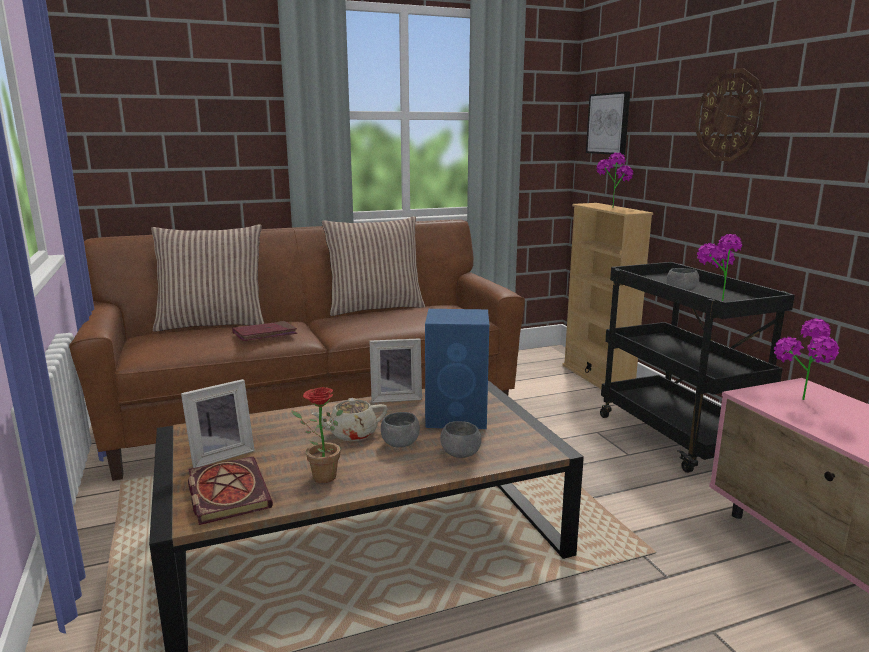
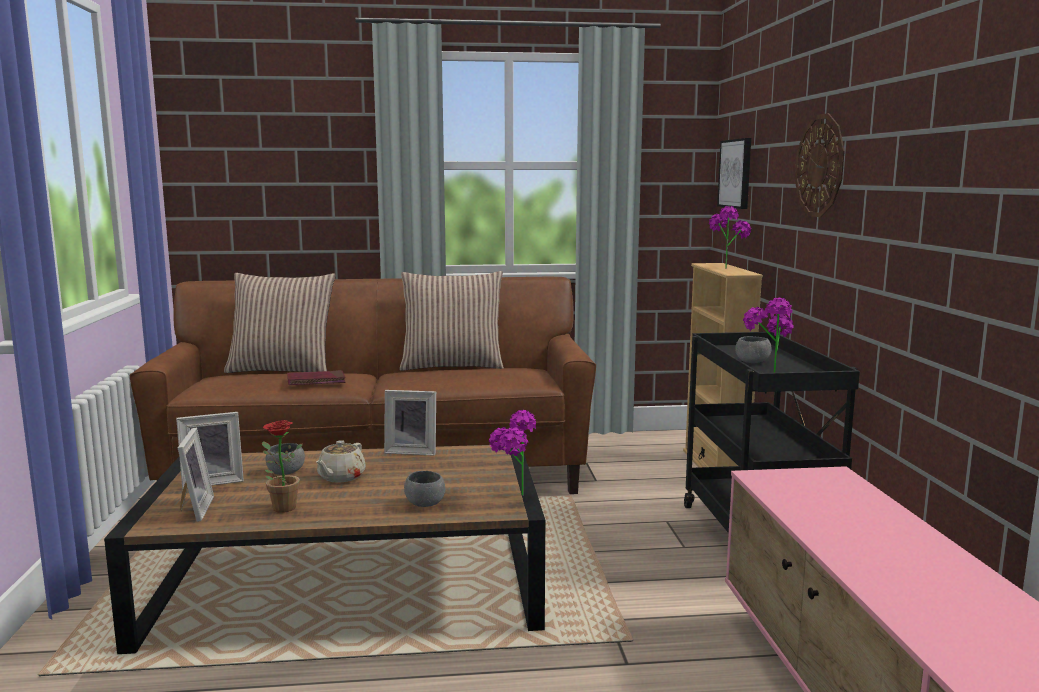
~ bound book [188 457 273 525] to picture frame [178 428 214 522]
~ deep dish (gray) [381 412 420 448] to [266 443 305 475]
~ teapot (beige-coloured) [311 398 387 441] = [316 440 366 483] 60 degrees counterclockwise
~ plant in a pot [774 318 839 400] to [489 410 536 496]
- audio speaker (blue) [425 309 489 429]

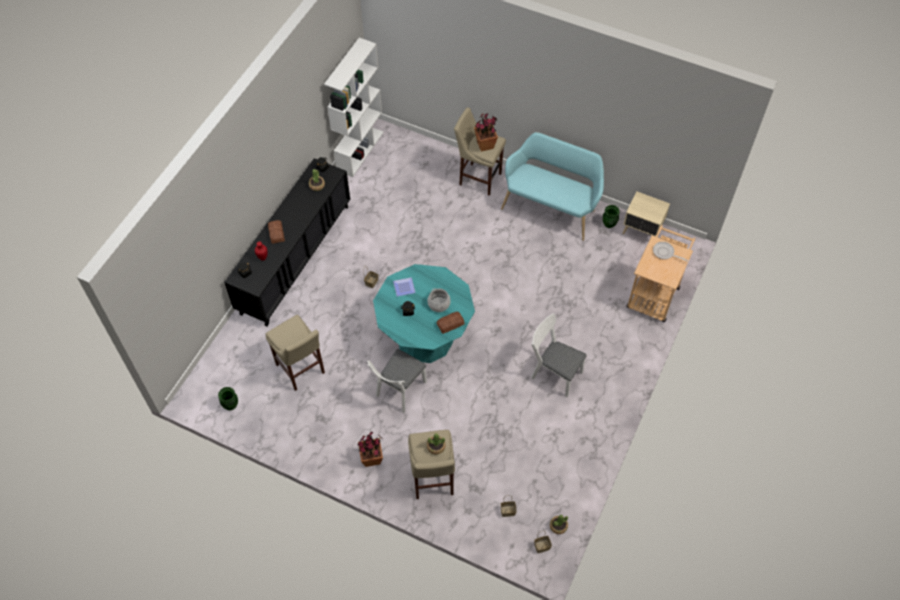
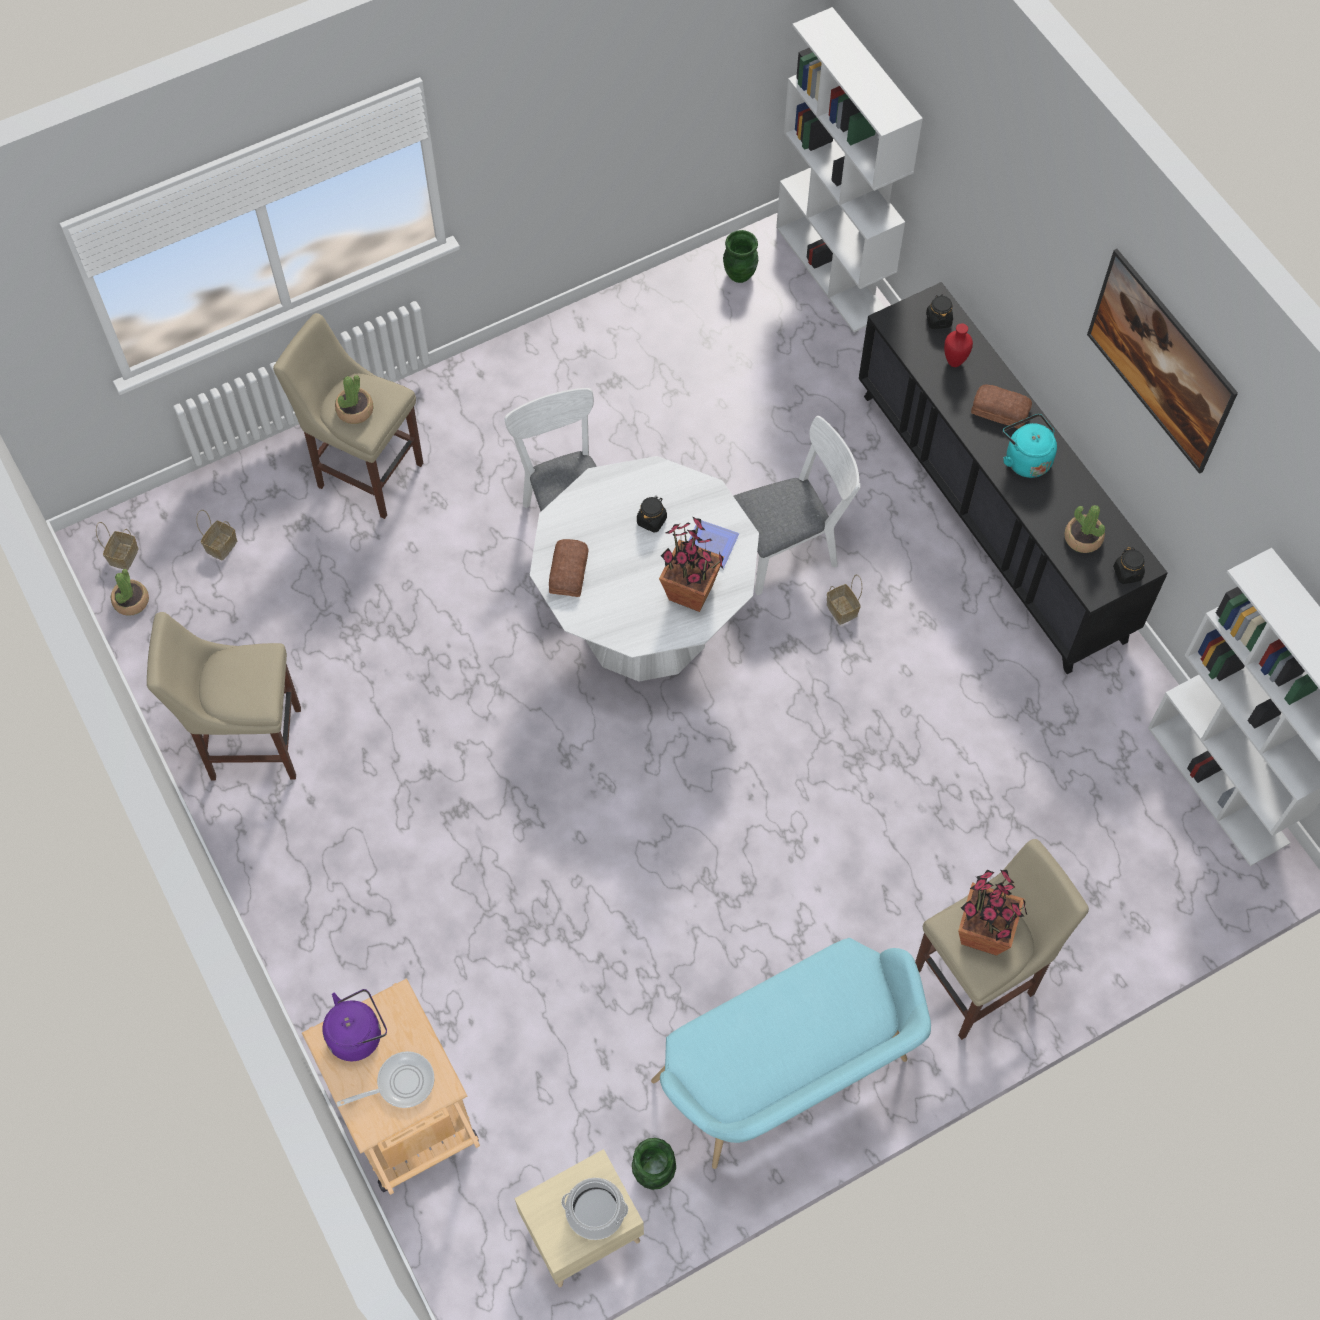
~ stool seat (beige-coloured) [266 315 325 391] to [147 612 301 781]
+ water kettle (purple-coloured) [322 989 387 1061]
~ dinner table (blue-green) [373 264 475 363] to dinner table (white) [530 456 759 681]
~ cooking pot [428 288 451 312] to [561 1178 628 1240]
~ plant in a pot [357 432 383 467] to [659 517 724 612]
~ upright chair (white) [531 313 587 397] to [734 416 860 595]
+ bookcase (white) [776 7 923 332]
+ water kettle (blue-green) [1003 414 1057 478]
+ picture [1087 249 1238 474]

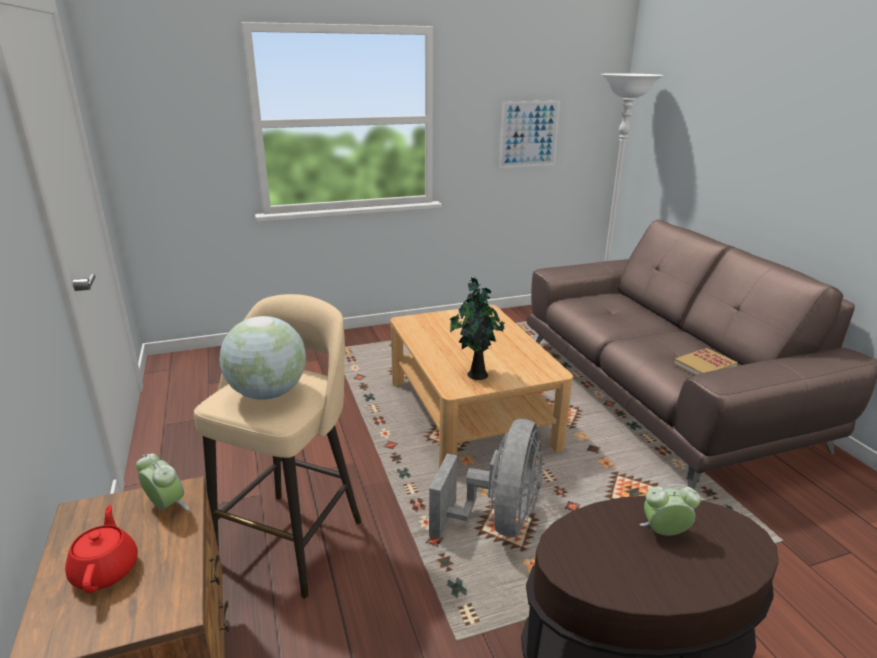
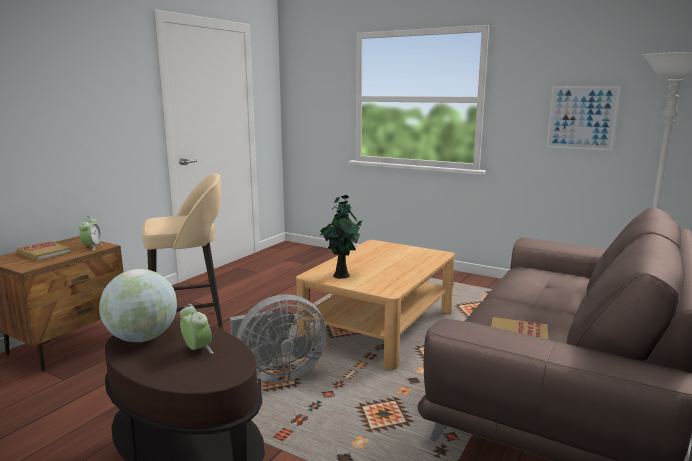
~ teapot (red) [65 505 138 593] to bound book [16 241 70 261]
~ globe [219 316 306 400] to [99 269 177 342]

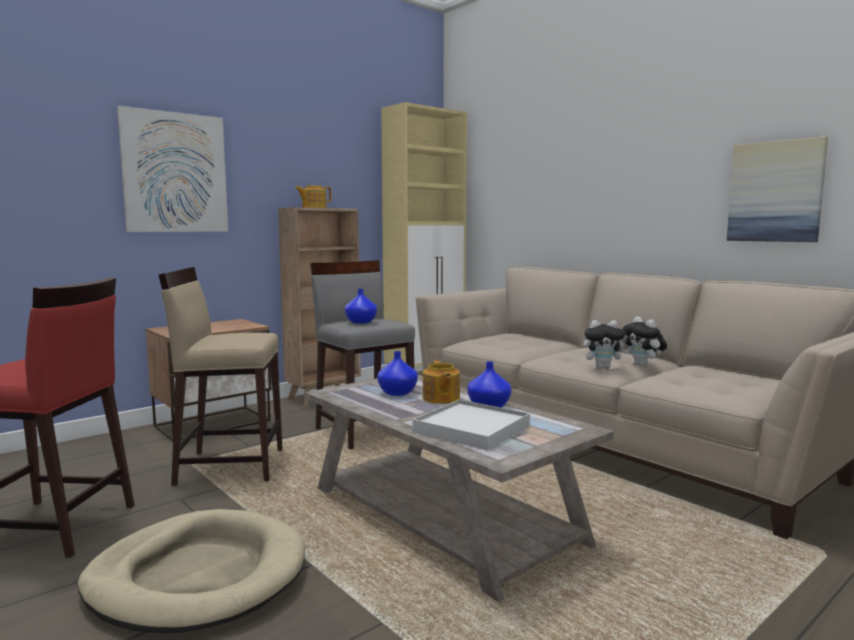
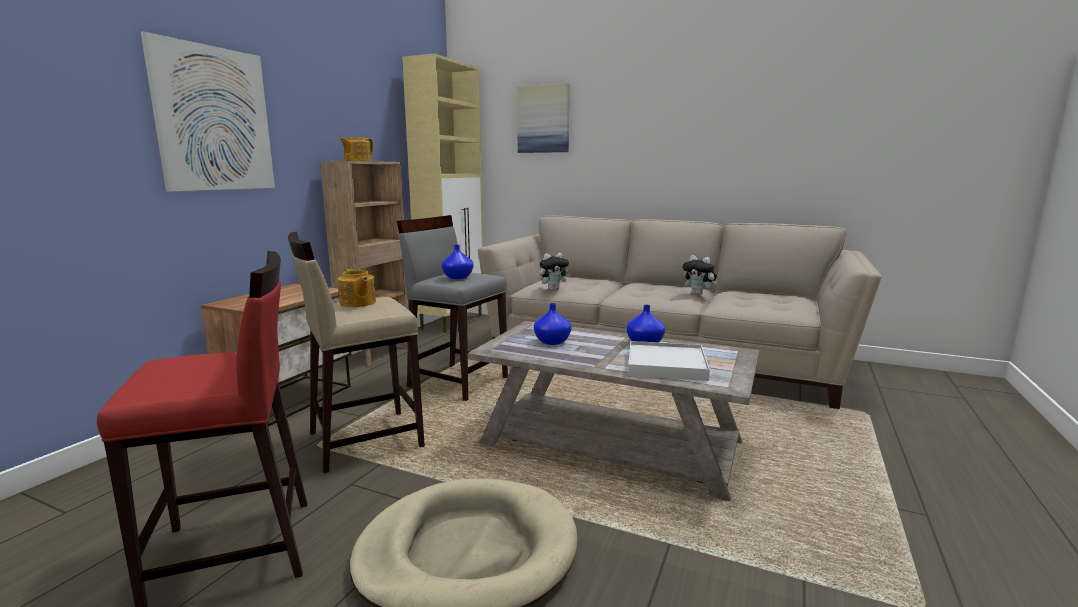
~ teapot [423 360 460 404] to [338 269 376 307]
~ picture [727 136 828 242] to [517 83 569 153]
~ plush toy [583 320 629 369] to [539 253 571 290]

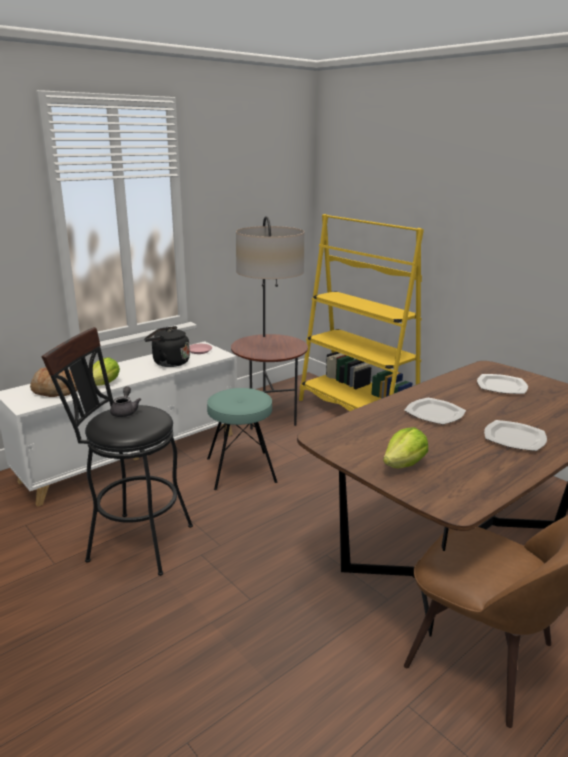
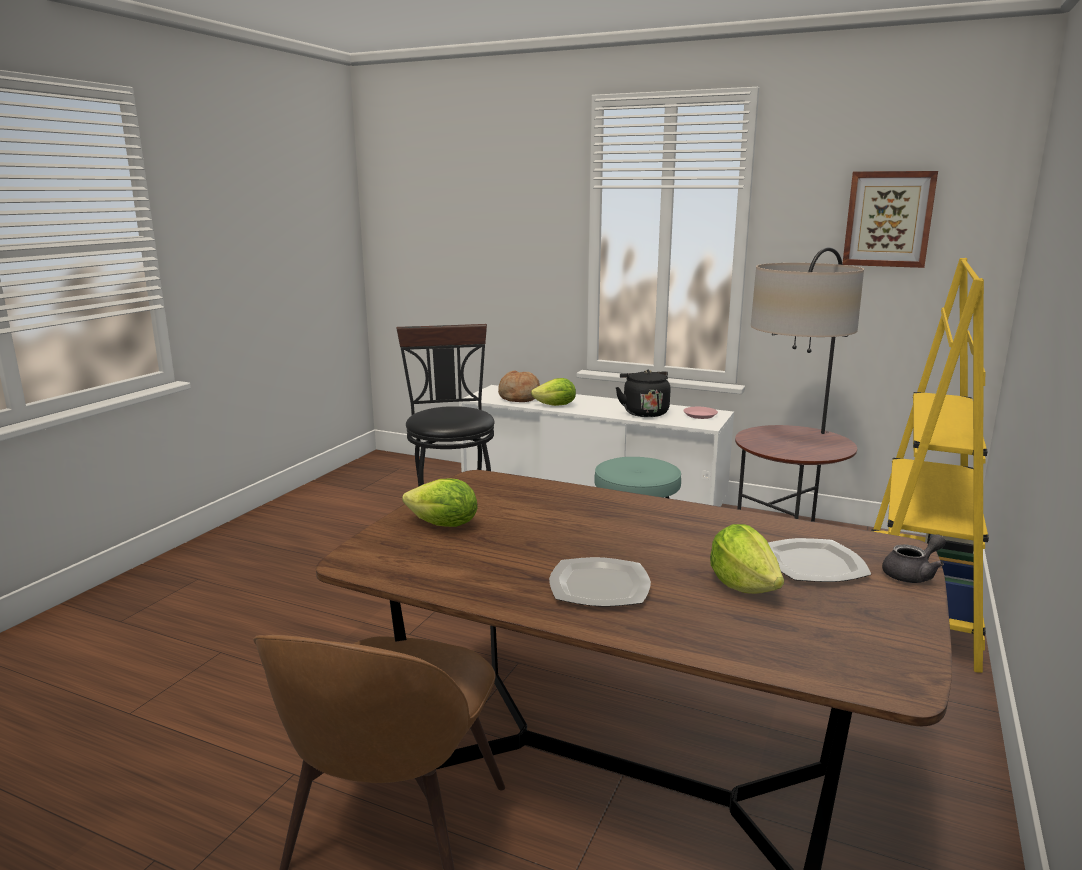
+ lettuce head [710 524 784 594]
+ picture [843 171 938 268]
~ teapot (gray) [110 386 141 417] to [882 534 946 583]
- flat dish [404 398 466 425]

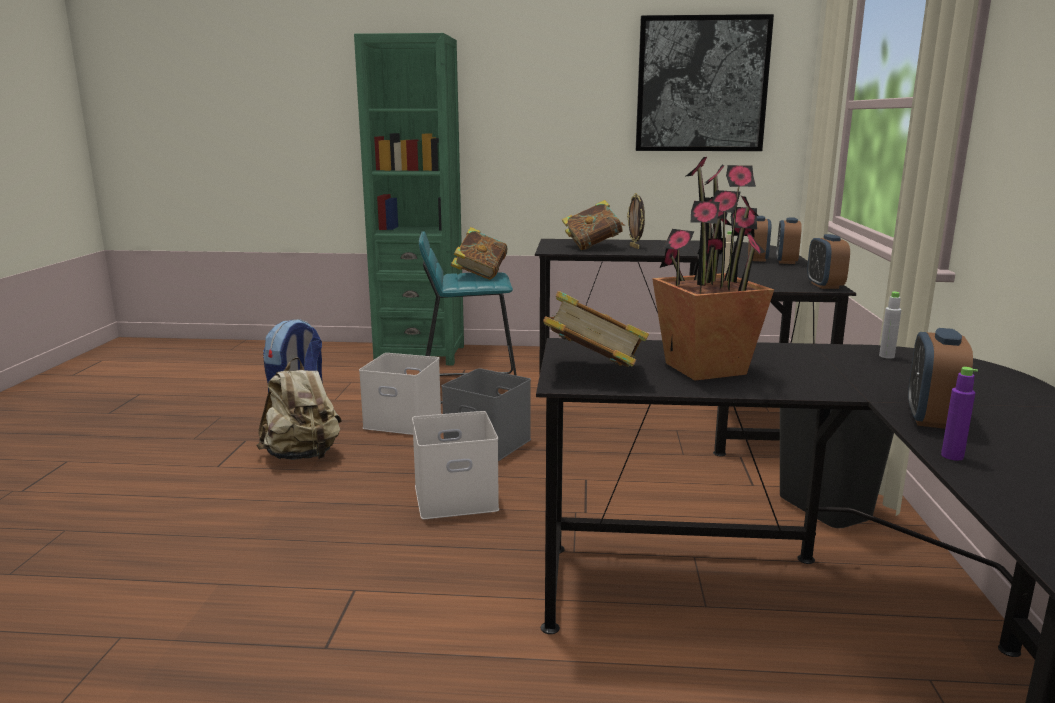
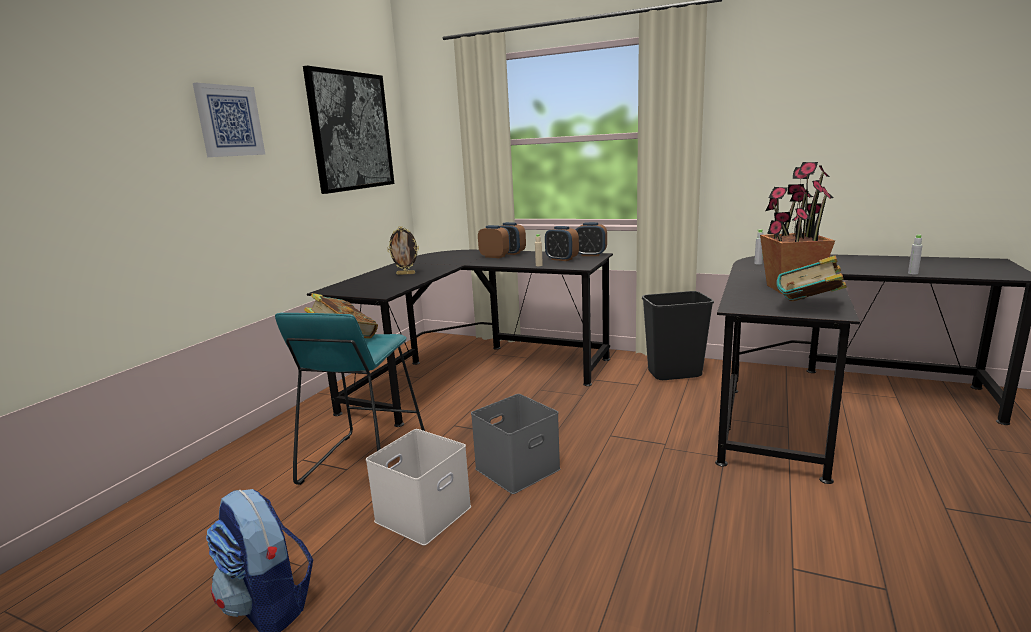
+ picture [193 83 265 157]
~ bedside clock [908 328 973 429] to [545 226 579 261]
~ beverage bottle (purple-coloured) [941 367 978 461] to beverage bottle (gray) [908 235 923 274]
- knapsack (beige-coloured) [256 357 342 460]
- bookcase (greenish) [354 33 464 365]
- storage bin (white) [412 411 499 519]
- bound book [562 200 626 250]

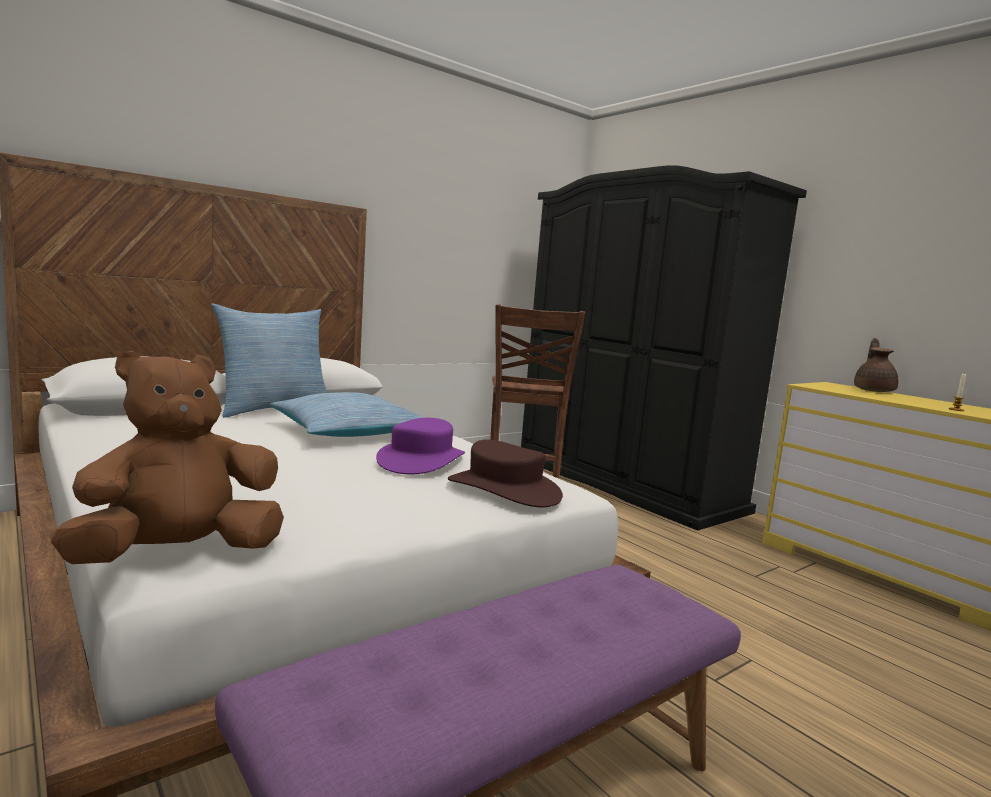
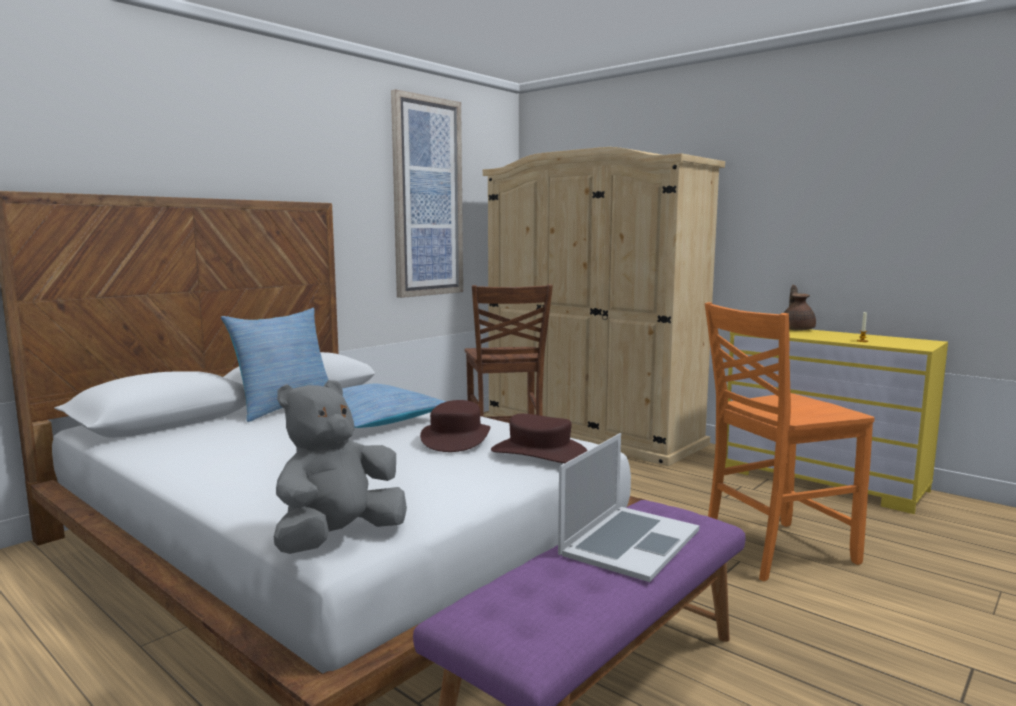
~ plush toy (brownish) [50 351 284 564] to plush toy (gray) [274 380 407 554]
+ picture [391 89 463 298]
~ wearable hat (purple-coloured) [376 418 465 474] to wearable hat (brownish) [420 400 490 452]
~ clothes cupboard (blackish) [521 165 807 531] to clothes cupboard (beige-coloured) [483 147 725 466]
+ laptop [558 433 700 582]
+ upright chair (orangey) [705 302 875 581]

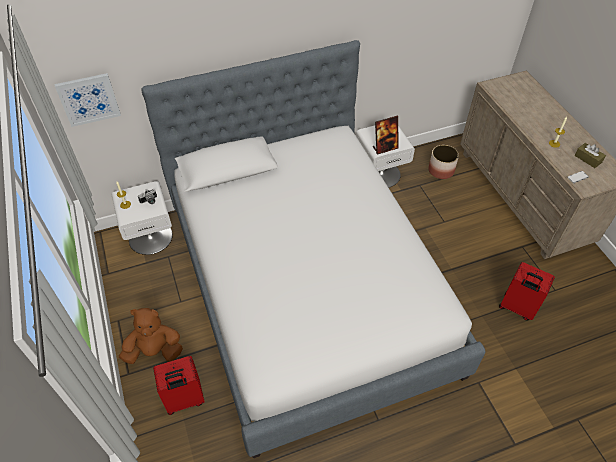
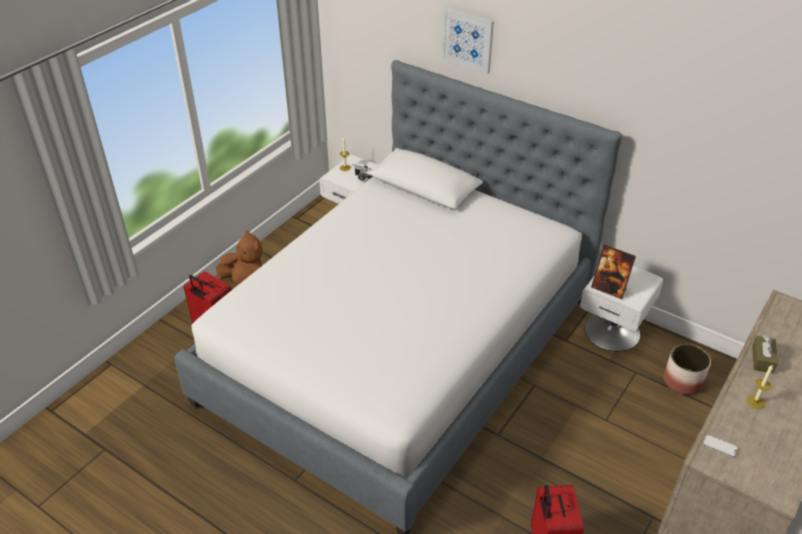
~ picture [55 73 121 127] to [441 7 494 74]
~ tissue box (brownish) [574 143 606 168] to [752 336 778 374]

